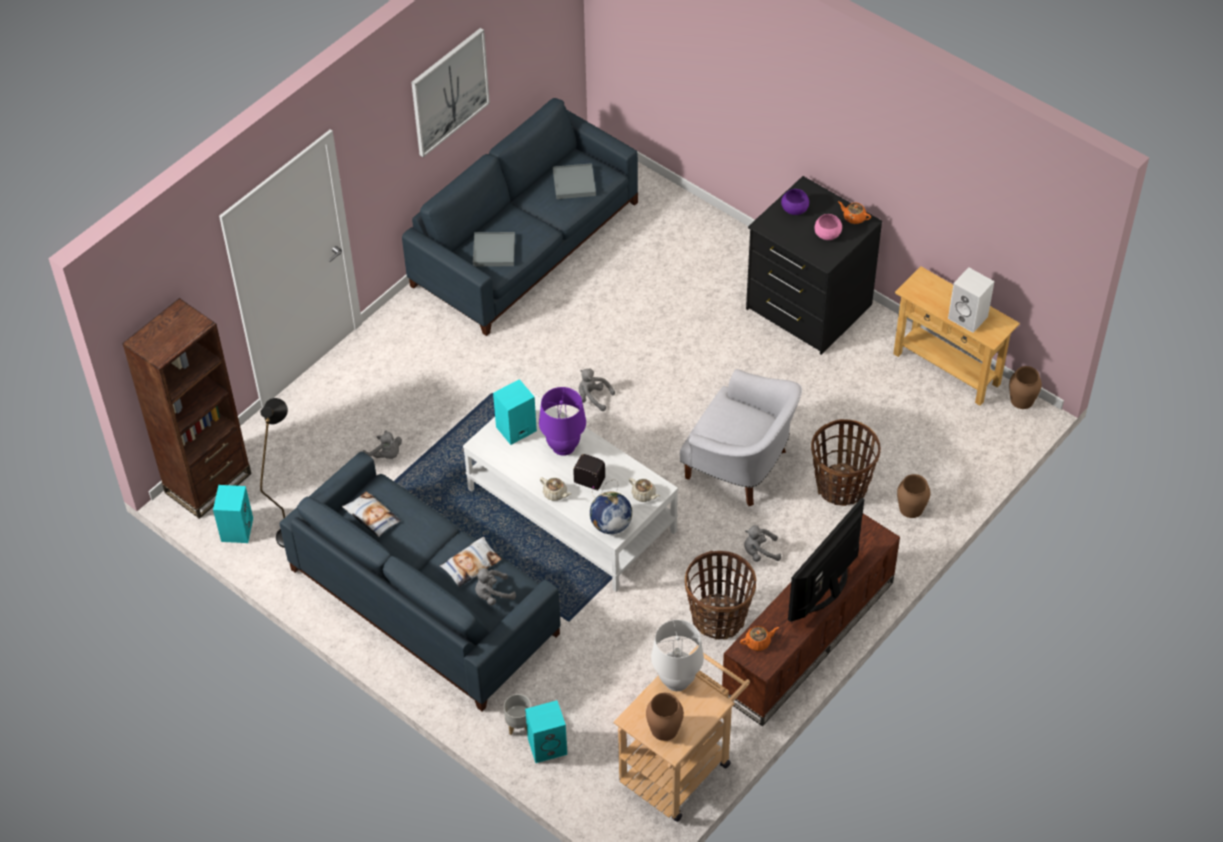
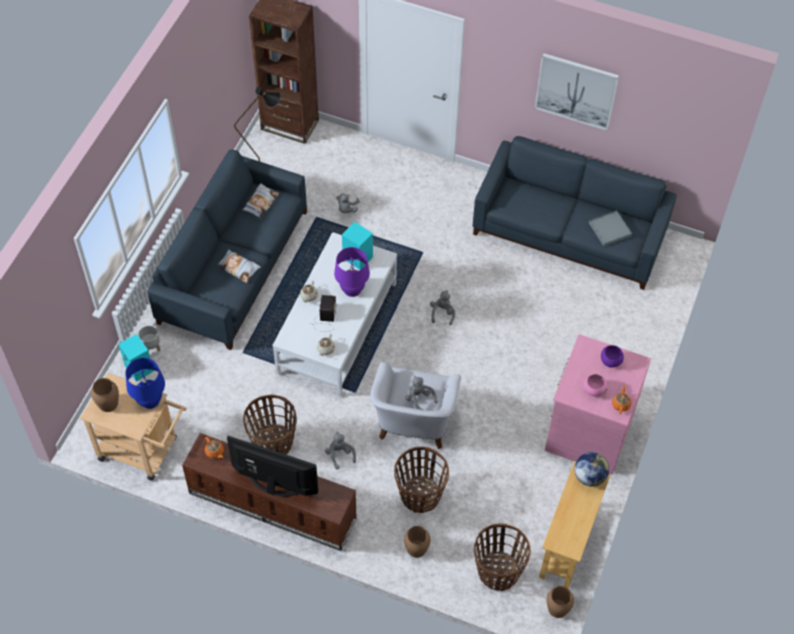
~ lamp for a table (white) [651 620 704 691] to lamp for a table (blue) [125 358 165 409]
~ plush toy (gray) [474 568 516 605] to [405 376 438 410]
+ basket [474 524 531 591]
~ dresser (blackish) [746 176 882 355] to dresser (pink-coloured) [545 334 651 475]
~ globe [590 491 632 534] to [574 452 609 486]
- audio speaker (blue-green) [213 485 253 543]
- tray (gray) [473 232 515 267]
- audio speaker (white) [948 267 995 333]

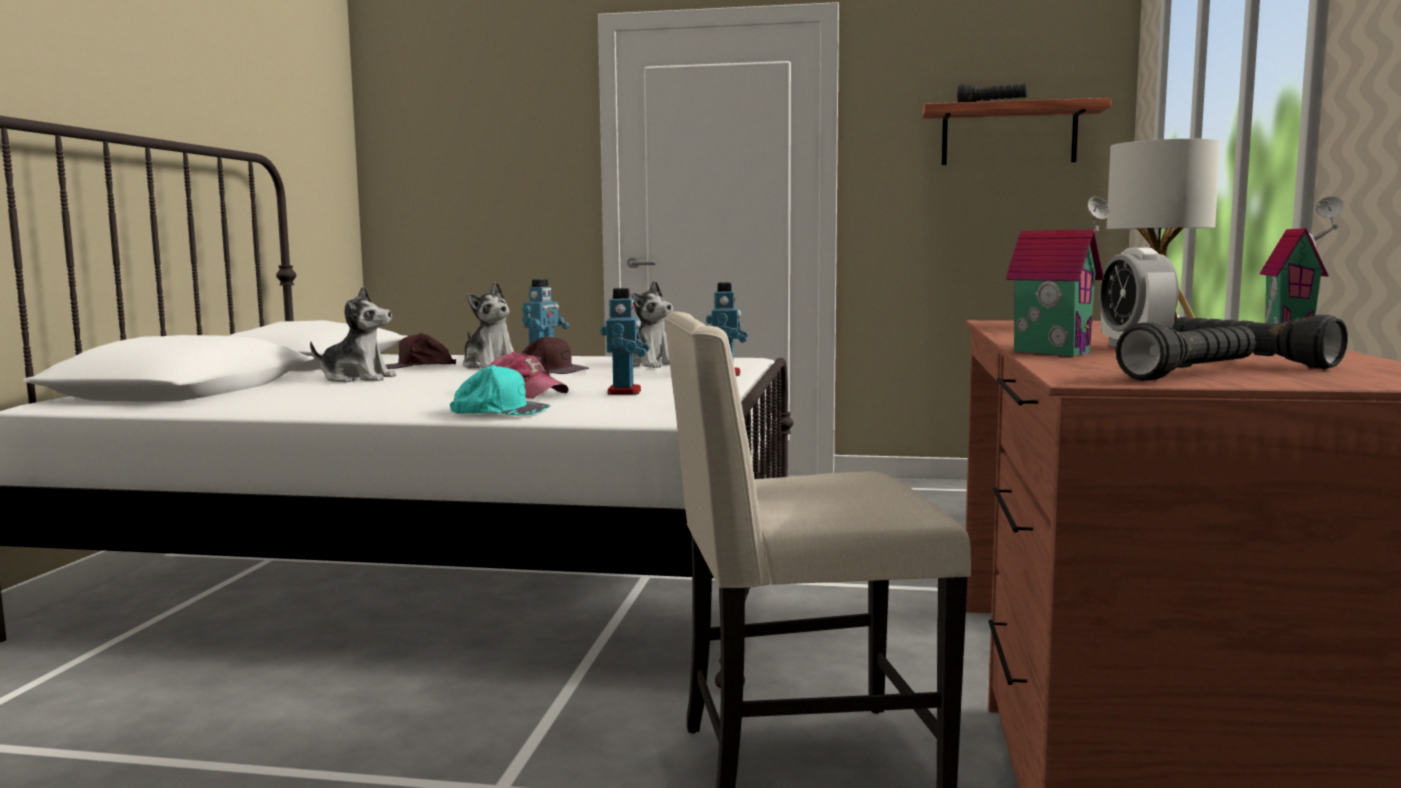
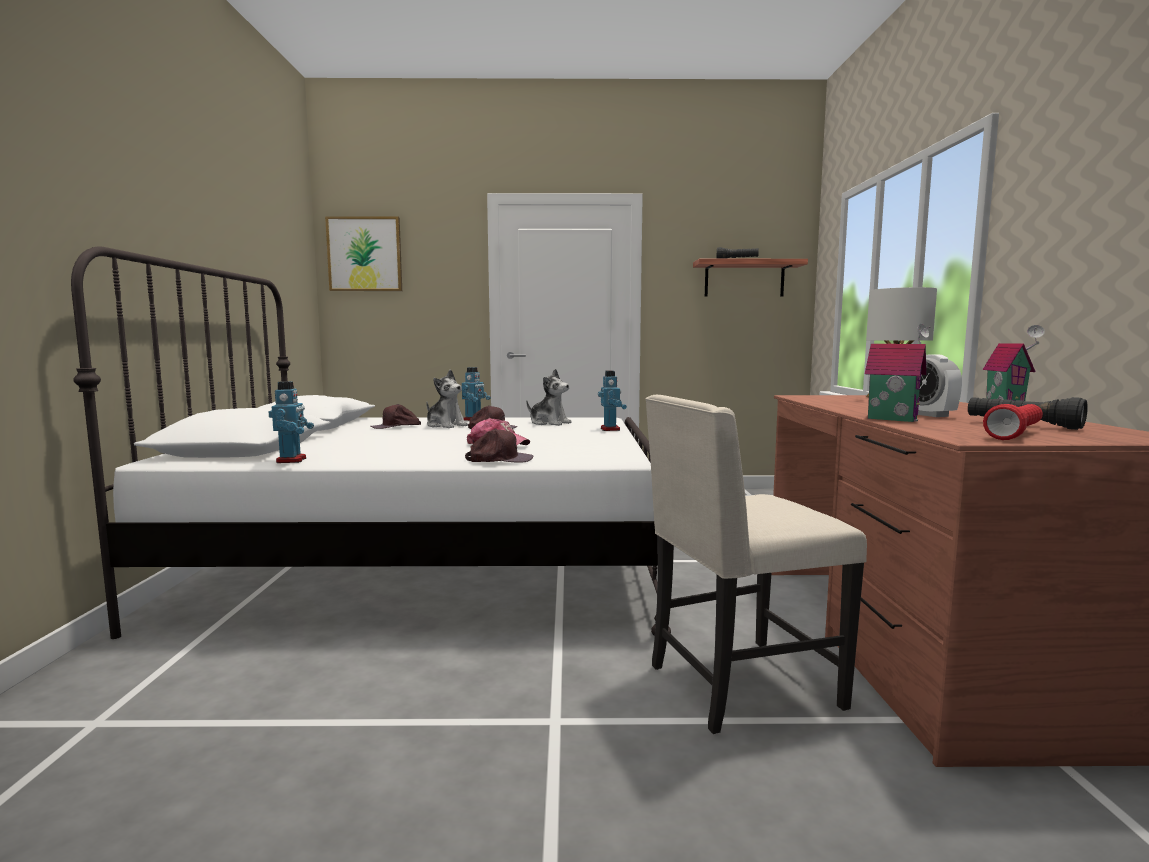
~ model robot [600 288 650 395] to [269 381 314 463]
+ picture [325 216 402 291]
~ baseball cap (blue-green) [450 365 550 416] to baseball cap (brownish) [465 429 534 463]
~ flashlight (blackish) [1116 322 1256 381] to flashlight (red) [983 404 1043 440]
- plush toy [310 286 396 383]

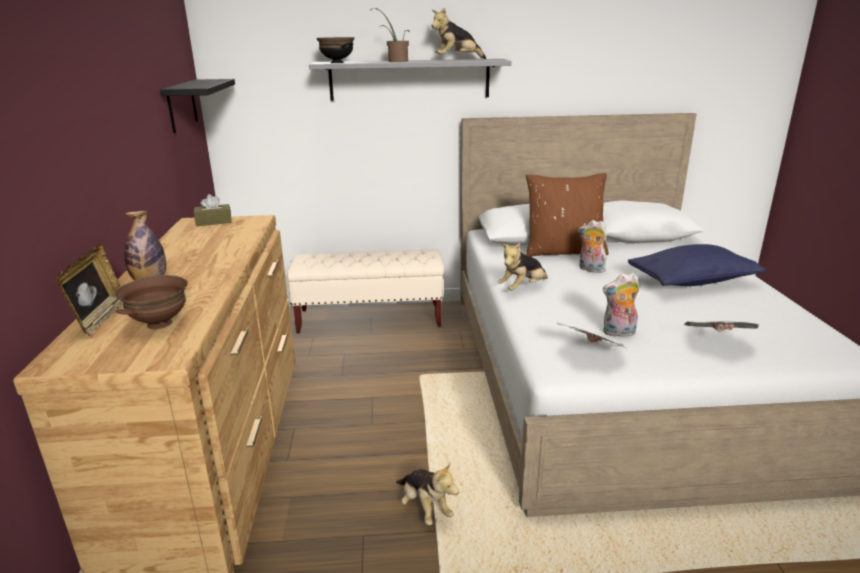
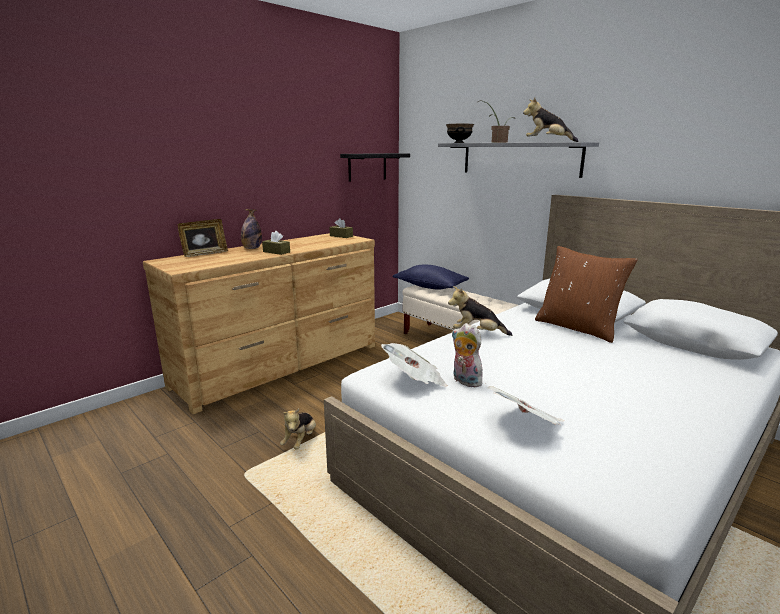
+ tissue box (brownish) [262 231 290 255]
~ pillow (blue) [628 244 766 286] to [393 265 469 290]
- deep dish (brownish) [116 275 188 329]
- plush toy [578 220 607 273]

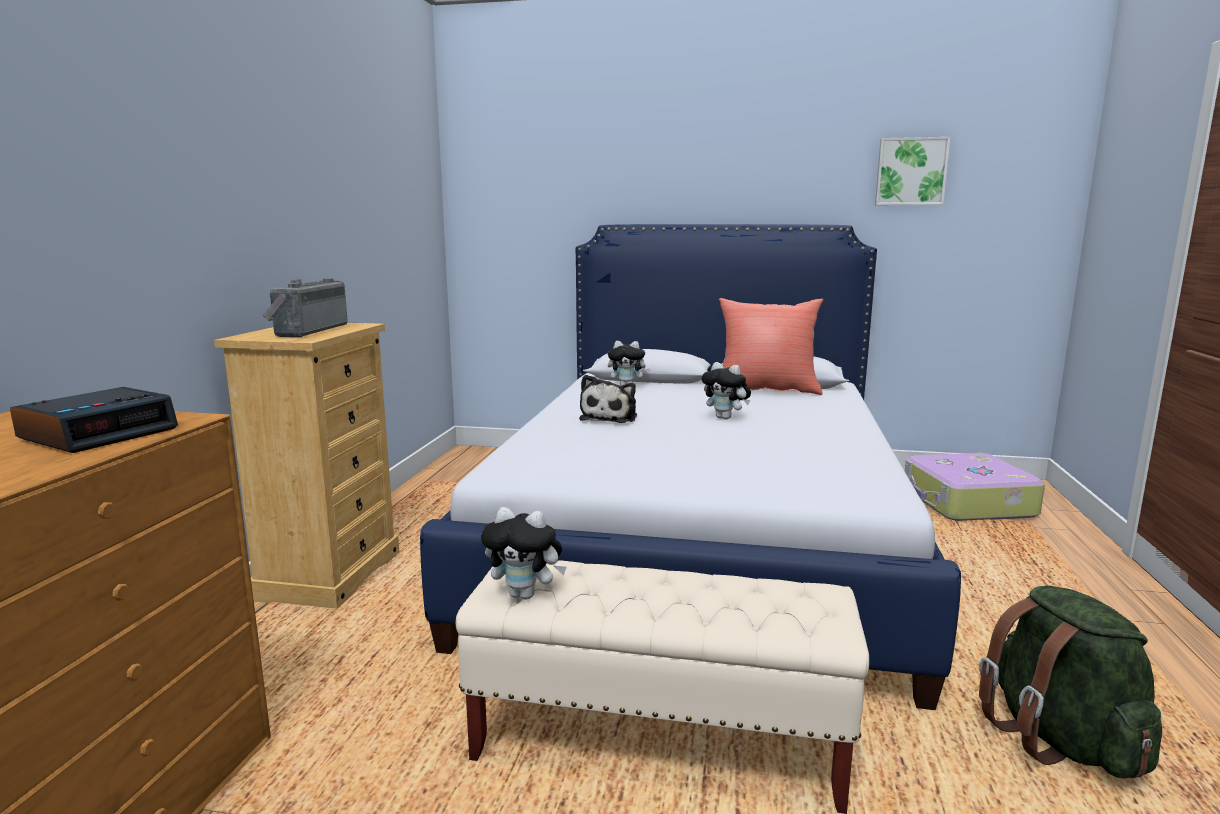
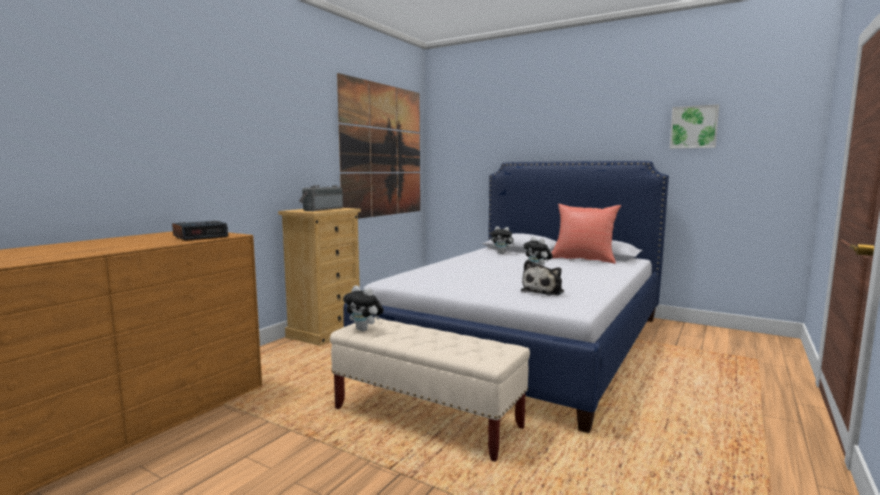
+ picture [337 73 420 219]
~ plush toy [579 375 637 423] to [521 260 564 296]
- travel case [905 453 1045 521]
- knapsack (greenish) [979 586 1162 779]

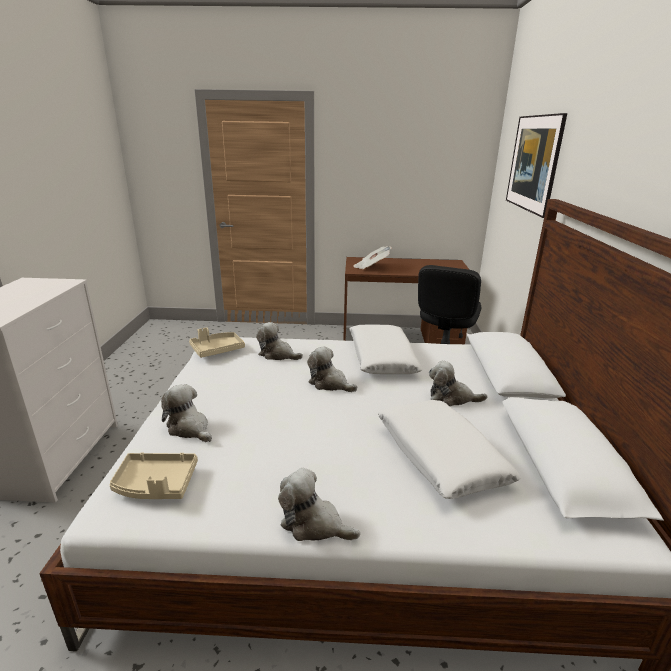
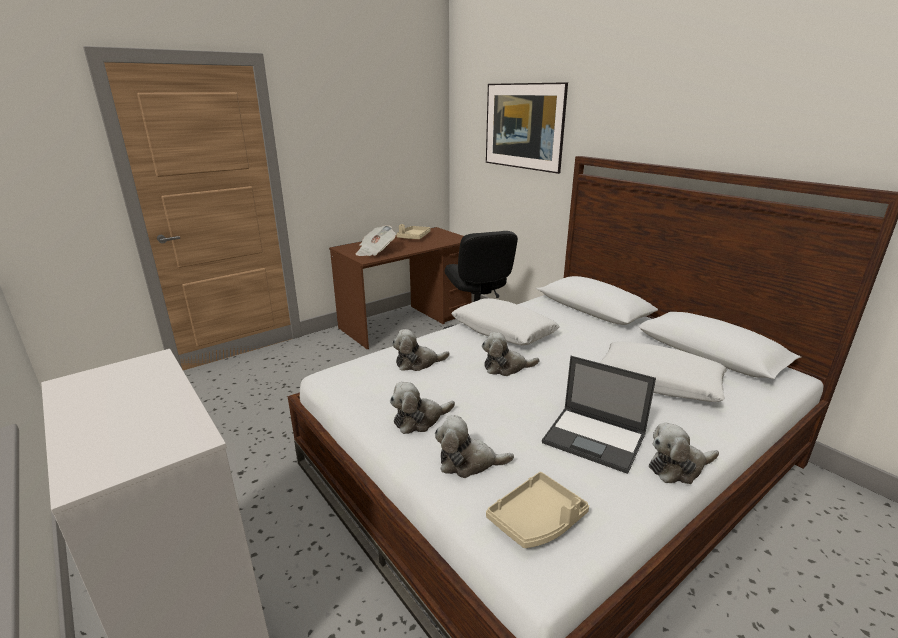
~ plush toy [429 361 488 407] to [390 382 455 434]
~ tray (beige-coloured) [189 328 245 358] to [396 224 431 239]
+ laptop [542 356 656 474]

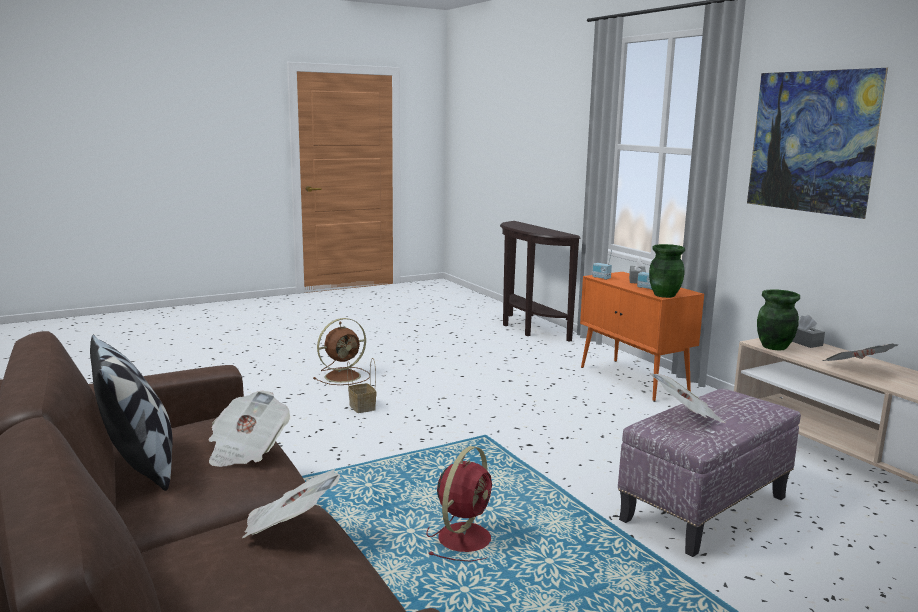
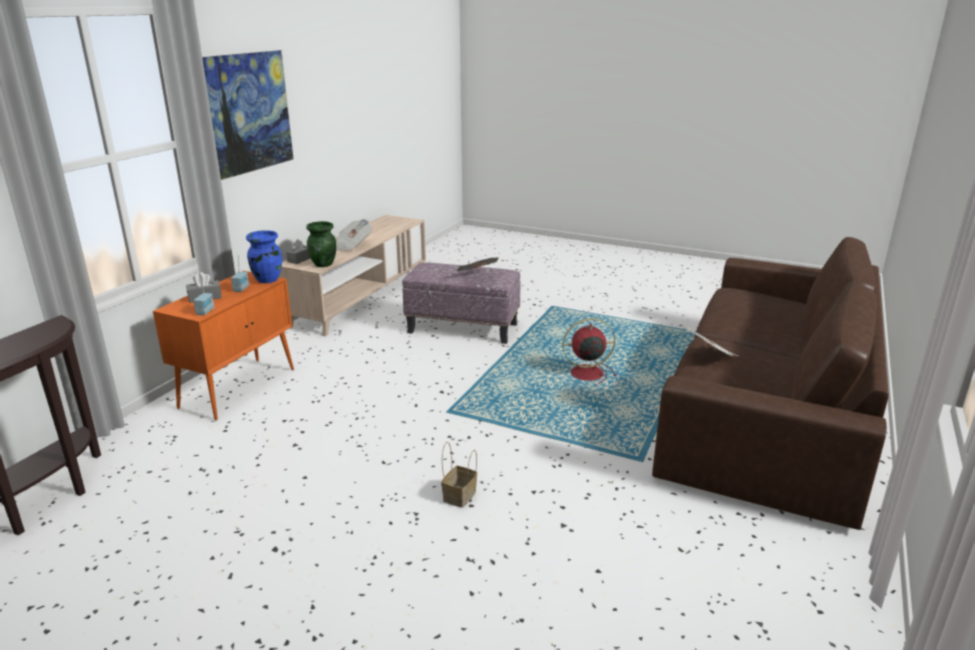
~ decorative vase (greenish) [649 244 685 298] to decorative vase (blue) [246 230 282 283]
- pillow [90 335 173 491]
- printed paper [242 469 340 538]
- cooling fan (brownish) [313 318 370 385]

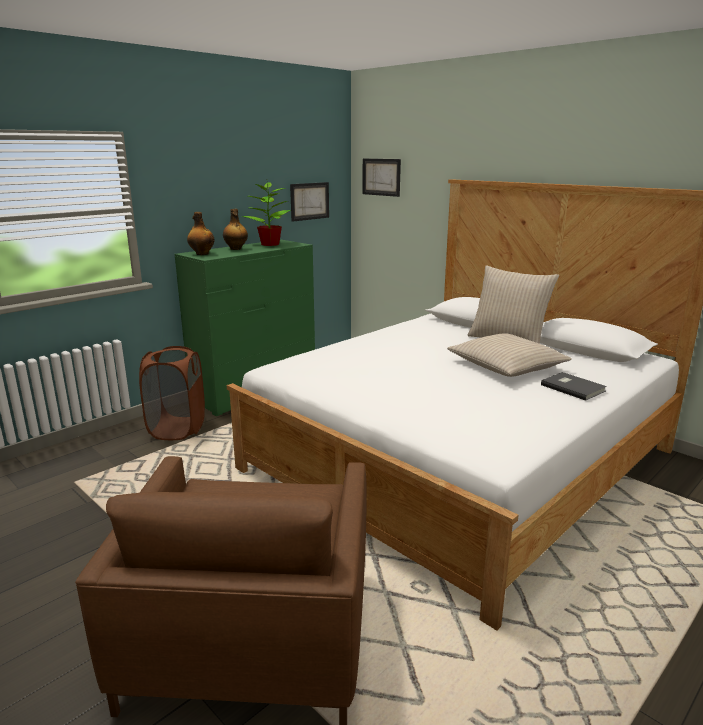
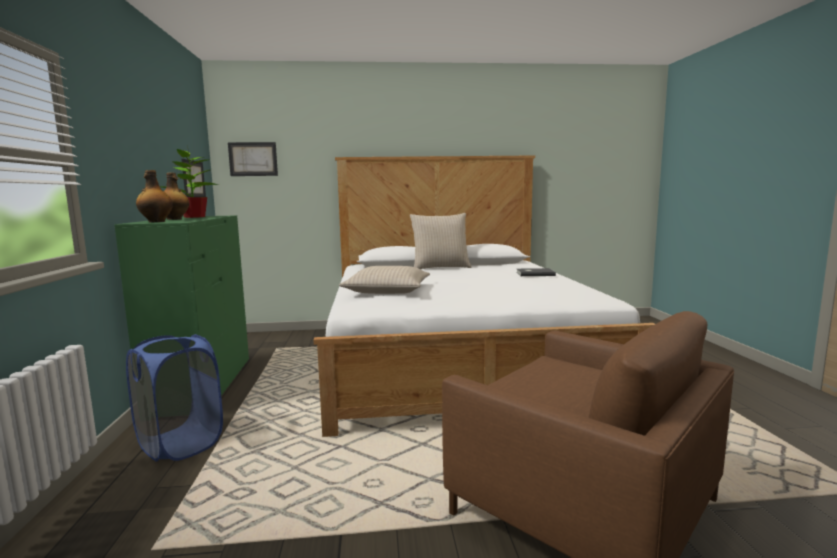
~ laundry basket (brownish) [139 346 205 440] to laundry basket (blue) [126 334 223 462]
~ pillow (beige-coloured) [447 333 572 377] to [339 266 430 294]

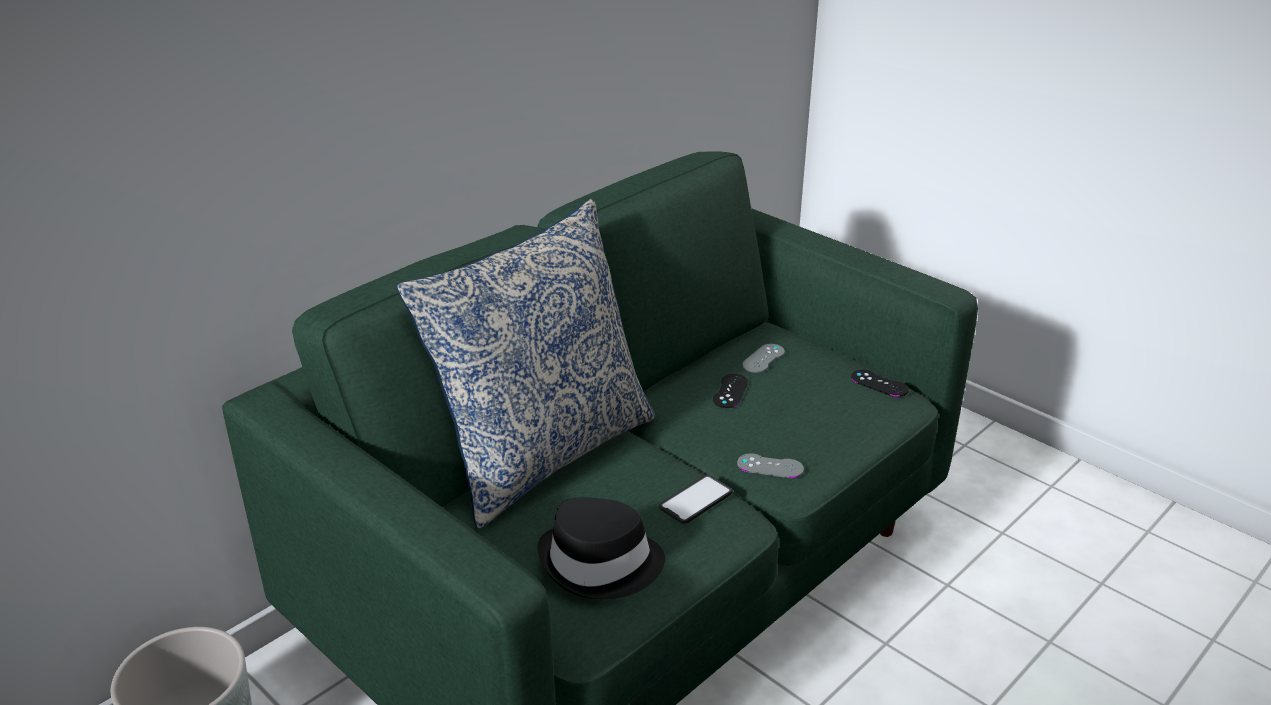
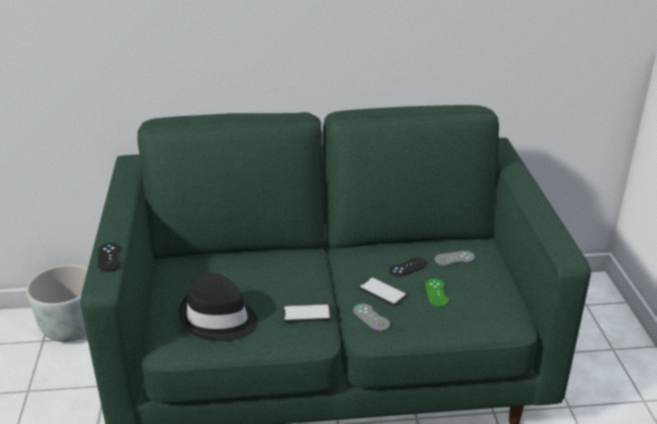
~ joypad (blackish) [851 370 909 397] to [98 243 120 272]
+ telephone [358 276 408 306]
+ joypad (greenish) [425 279 449 307]
- pillow [397 198 655 528]

